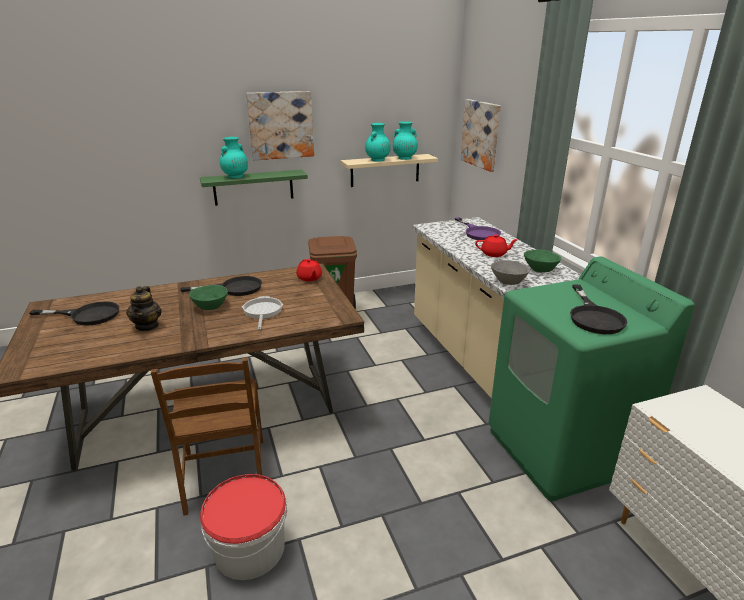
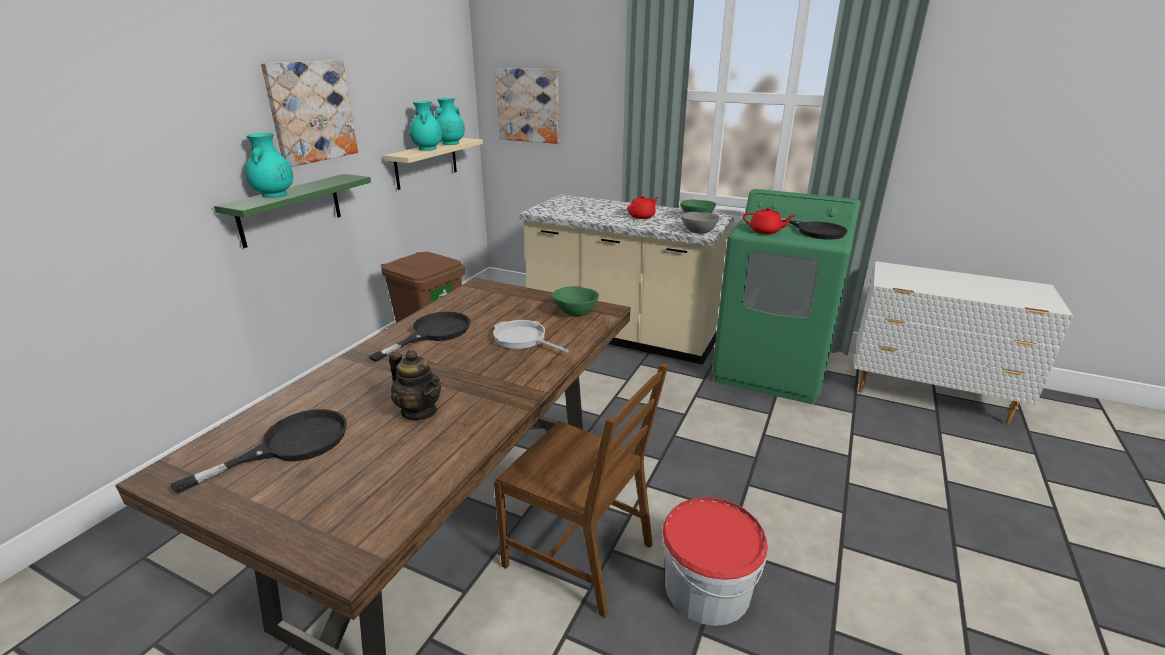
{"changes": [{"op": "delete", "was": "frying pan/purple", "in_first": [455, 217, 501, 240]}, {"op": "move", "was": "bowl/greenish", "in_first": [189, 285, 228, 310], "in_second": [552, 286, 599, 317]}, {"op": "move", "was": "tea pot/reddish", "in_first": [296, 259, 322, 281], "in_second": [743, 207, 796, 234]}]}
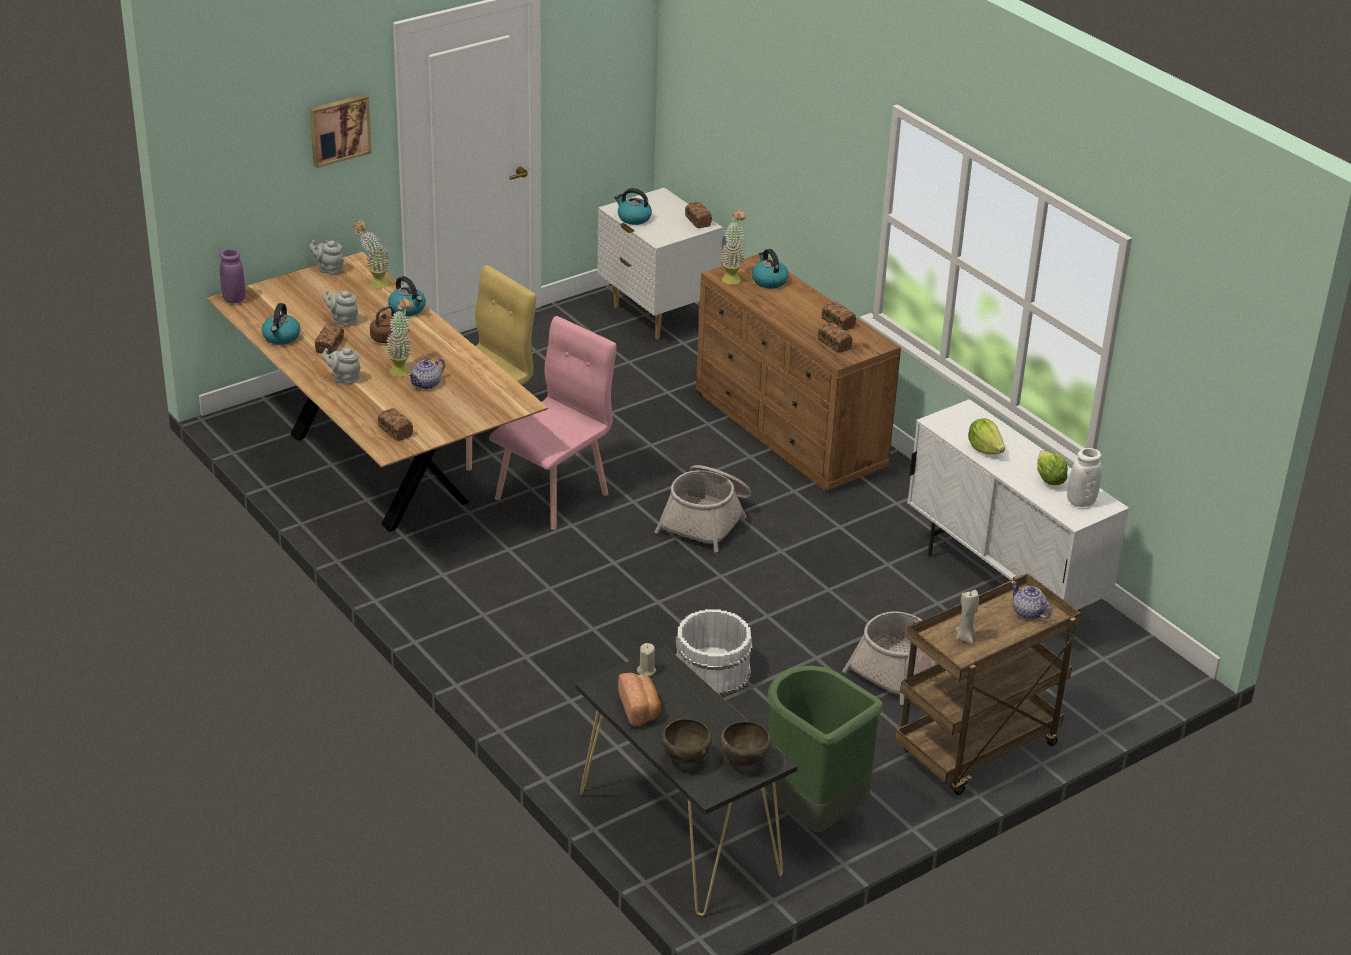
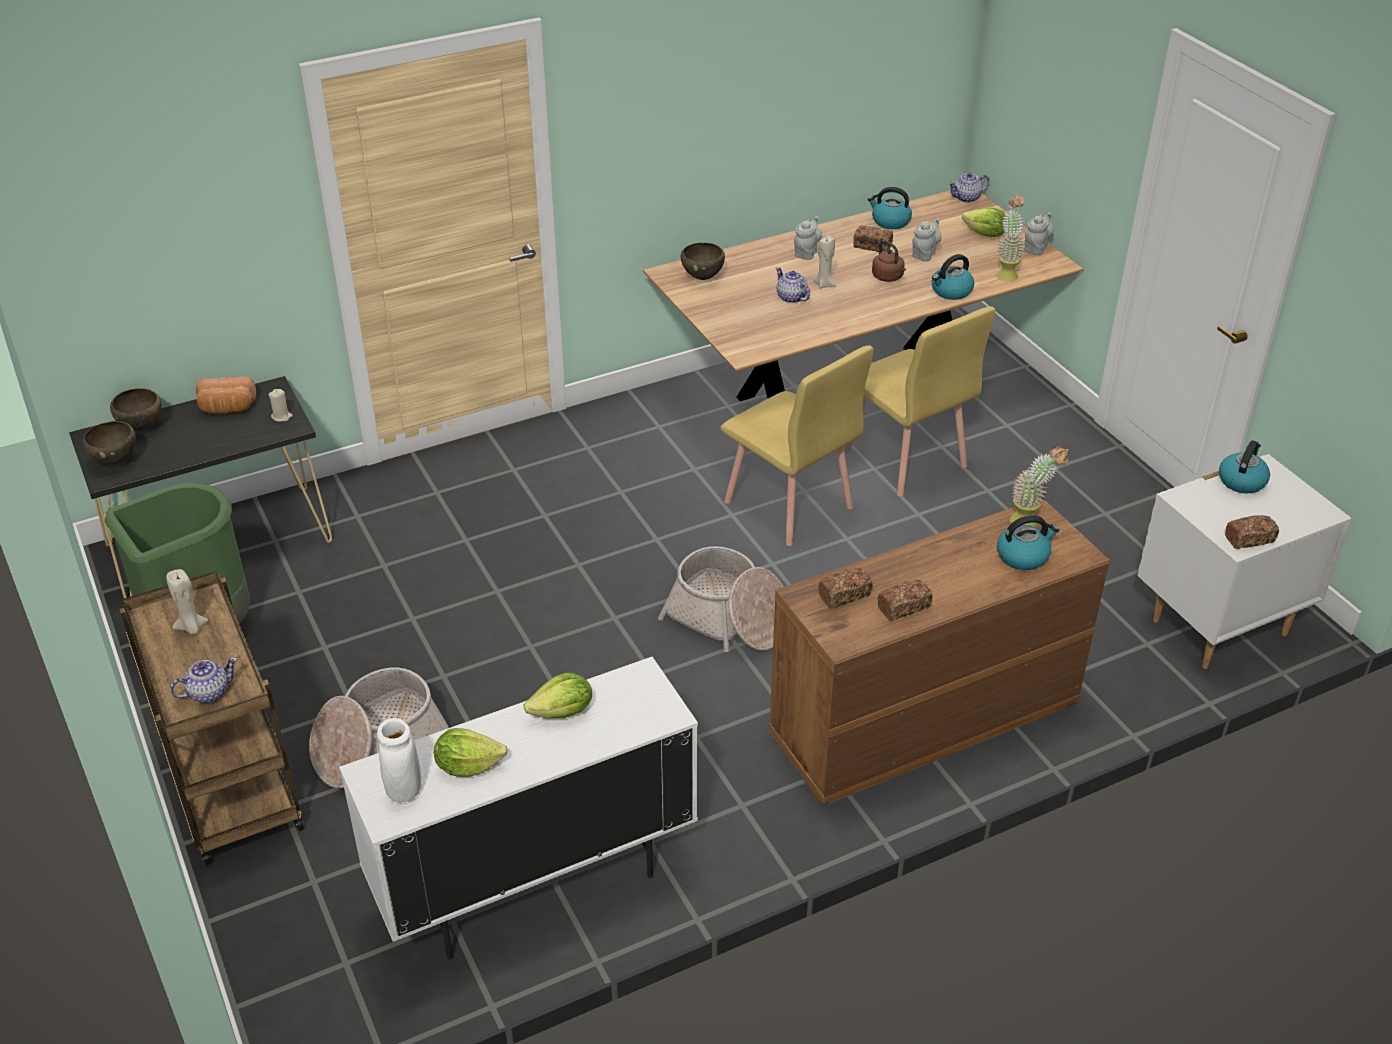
{"changes": [{"op": "delete", "was": "picture", "in_first": [310, 94, 372, 168]}, {"op": "delete", "was": "pail/white-coloured", "in_first": [675, 609, 752, 697]}, {"op": "insert", "now": "lettuce head", "in_second": [962, 207, 1006, 237]}, {"op": "replace", "was": "vase/purple", "now": "tea pot", "in_first": [220, 249, 245, 304], "in_second": [948, 173, 989, 203]}, {"op": "replace", "was": "baked bread", "now": "bowl/brown-coloured", "in_first": [378, 408, 413, 441], "in_second": [681, 242, 725, 280]}, {"op": "replace", "was": "houseplant", "now": "wax light/beige-coloured", "in_first": [385, 297, 413, 377], "in_second": [812, 235, 836, 289]}, {"op": "recolor", "was": "plain chair/pink-coloured", "now": "plain chair/yellow-coloured", "in_first": [489, 316, 616, 530], "in_second": [720, 345, 874, 546]}]}
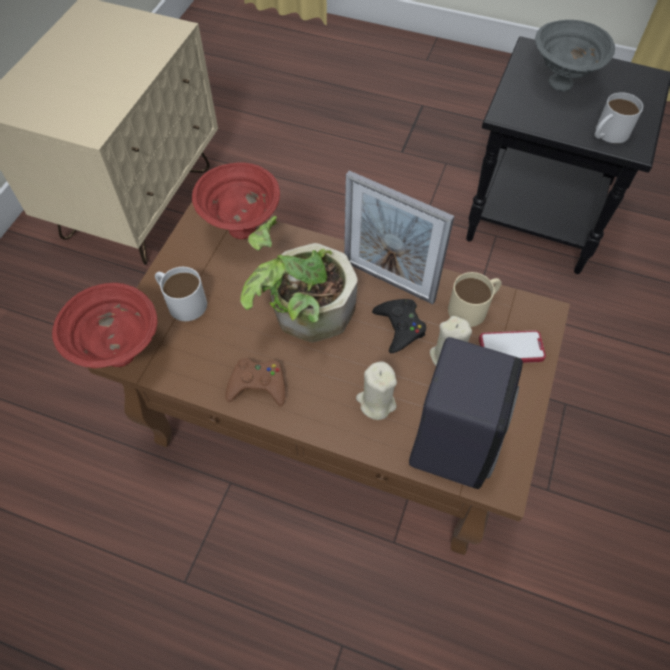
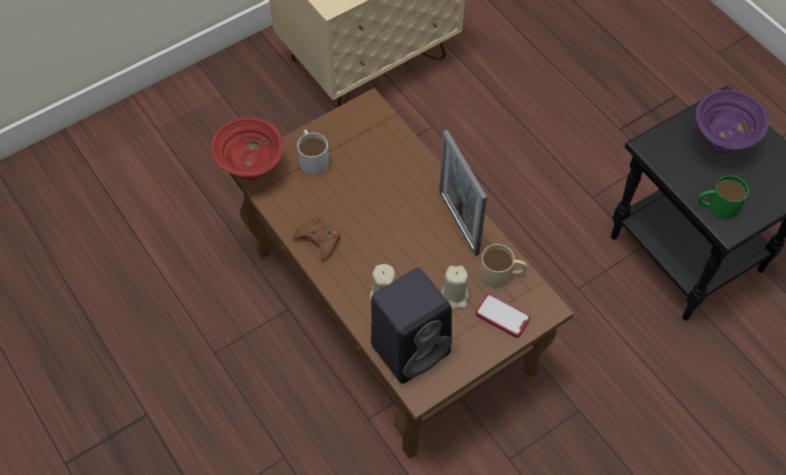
{"changes": [{"op": "delete", "was": "bowl/reddish", "in_first": [192, 163, 280, 239]}, {"op": "delete", "was": "houseplant", "in_first": [240, 216, 358, 342]}, {"op": "delete", "was": "gamepad/black-coloured", "in_first": [372, 299, 426, 353]}, {"op": "recolor", "was": "bowl/gray", "now": "bowl/purple", "in_first": [535, 20, 615, 91], "in_second": [695, 90, 769, 154]}, {"op": "recolor", "was": "tea mug/white-coloured", "now": "tea mug/greenish", "in_first": [595, 92, 643, 143], "in_second": [698, 176, 749, 220]}]}
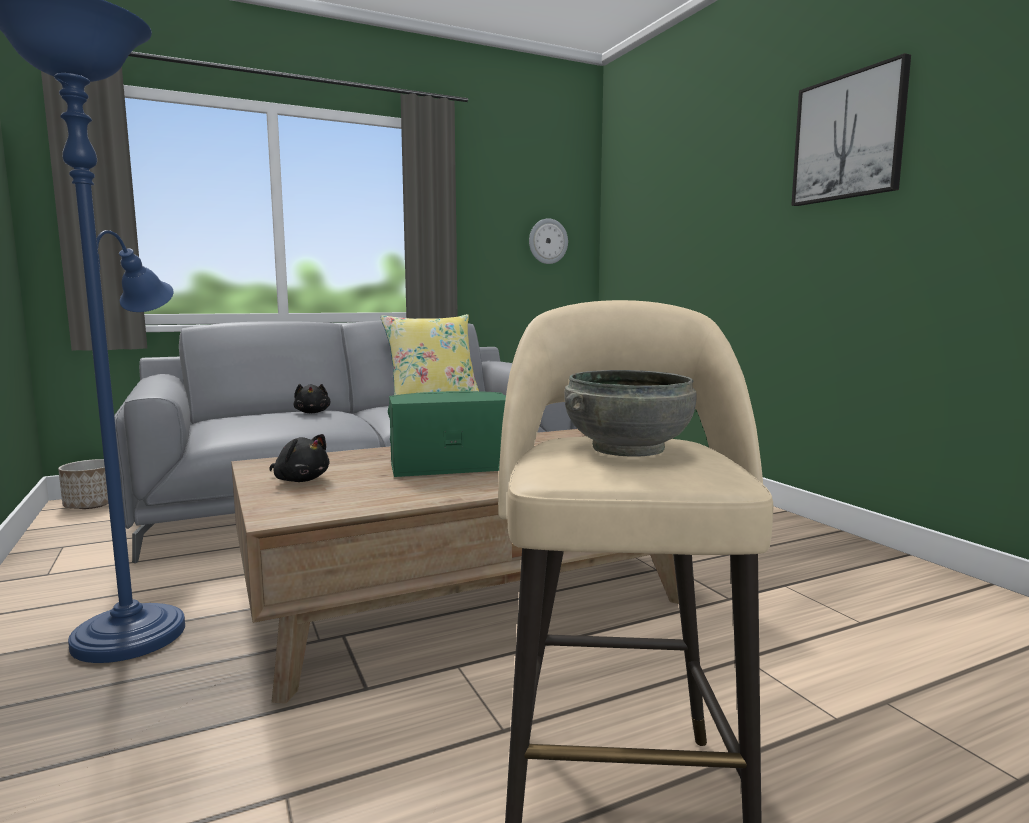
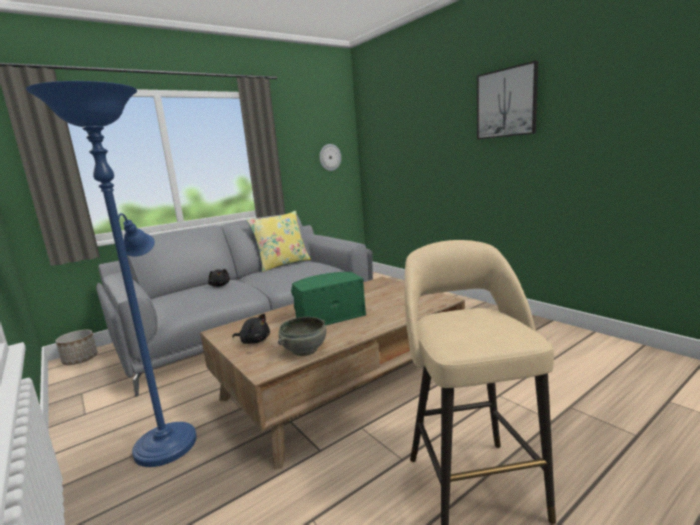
{"changes": [{"op": "move", "was": "bowl/gray", "in_first": [564, 370, 697, 457], "in_second": [278, 317, 326, 356]}]}
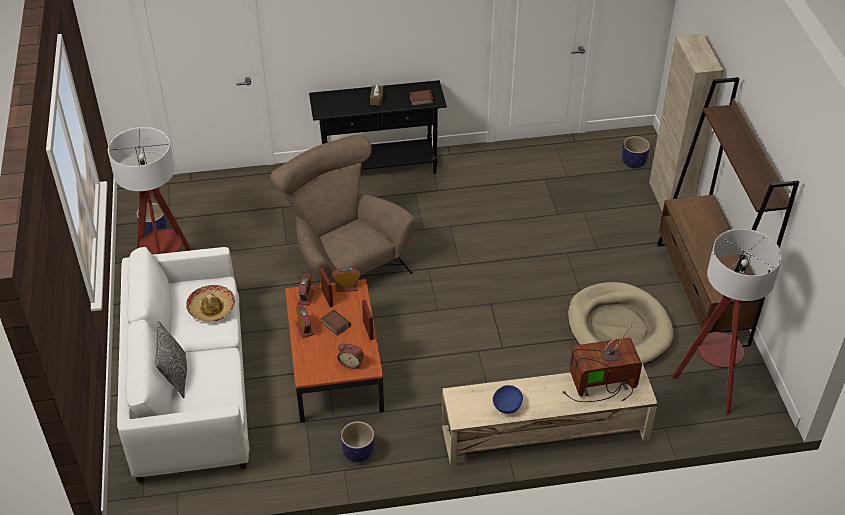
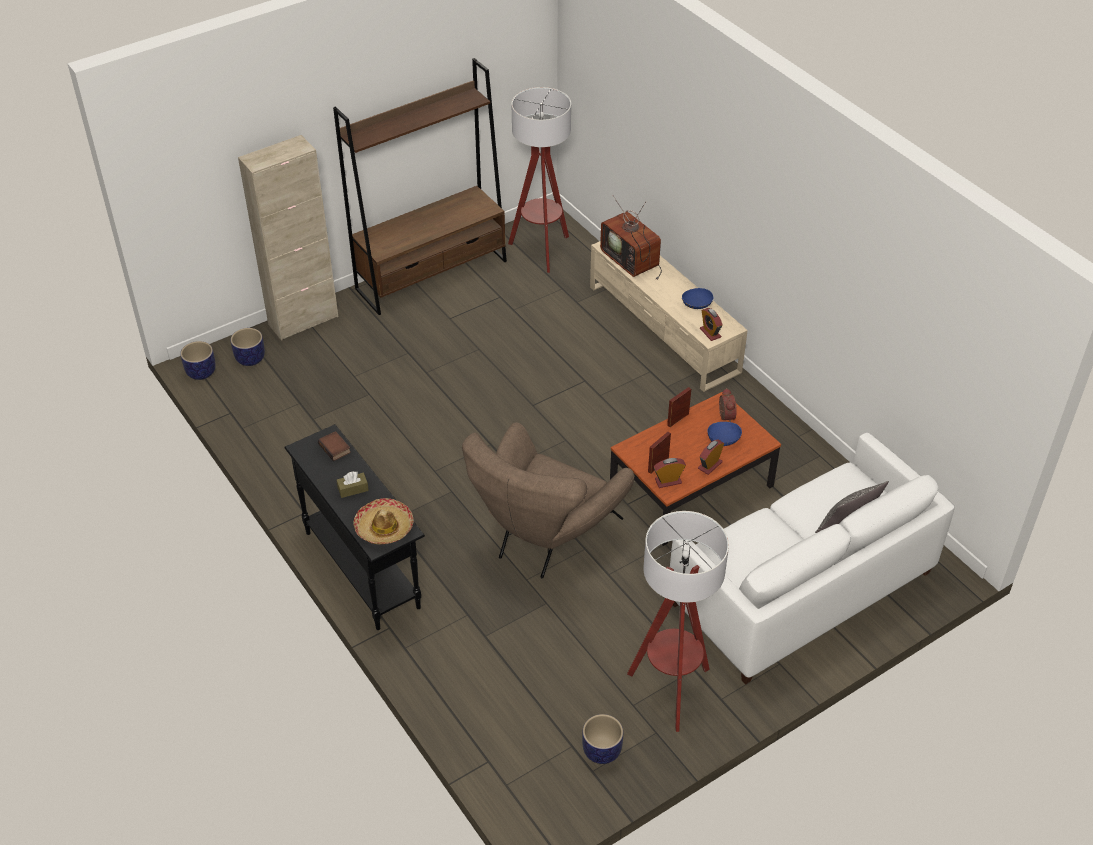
{"changes": [{"op": "delete", "was": "bound book", "in_first": [321, 309, 351, 336]}, {"op": "delete", "was": "dog cushion/beige-coloured", "in_first": [568, 282, 673, 364]}, {"op": "insert", "now": "bowl/bluish", "in_second": [707, 421, 742, 446]}, {"op": "move", "was": "clothing hat", "in_first": [186, 285, 235, 322], "in_second": [354, 498, 414, 544]}, {"op": "move", "was": "bedside clock", "in_first": [332, 267, 360, 292], "in_second": [700, 308, 723, 341]}, {"op": "move", "was": "plant pot", "in_first": [341, 421, 375, 462], "in_second": [180, 341, 216, 380]}]}
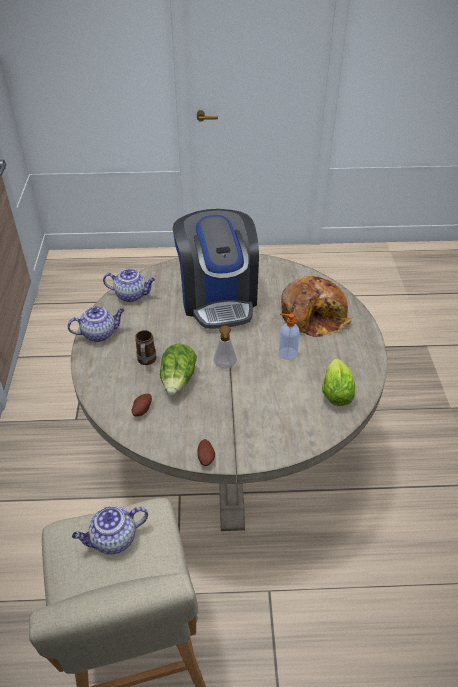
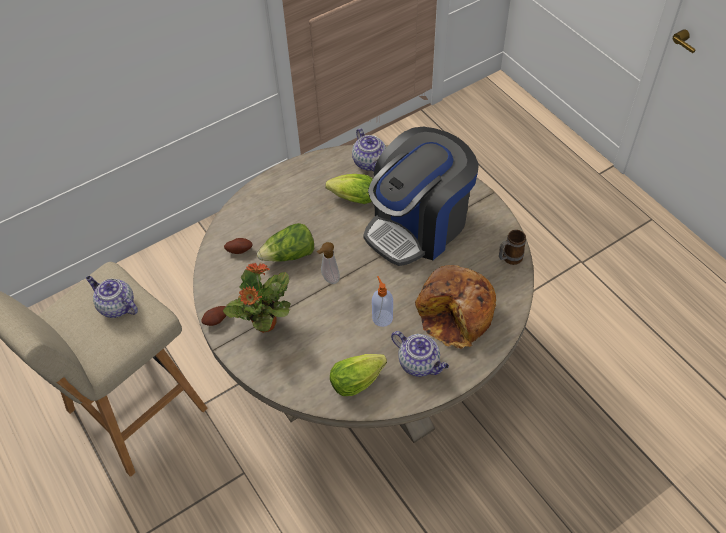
{"changes": [{"op": "insert", "now": "houseplant", "in_second": [223, 263, 291, 333]}, {"op": "insert", "now": "lettuce head", "in_second": [325, 174, 373, 204]}, {"op": "move", "was": "tea pot", "in_first": [67, 306, 124, 342], "in_second": [391, 331, 449, 377]}, {"op": "move", "was": "tea mug", "in_first": [135, 330, 156, 365], "in_second": [499, 230, 526, 265]}]}
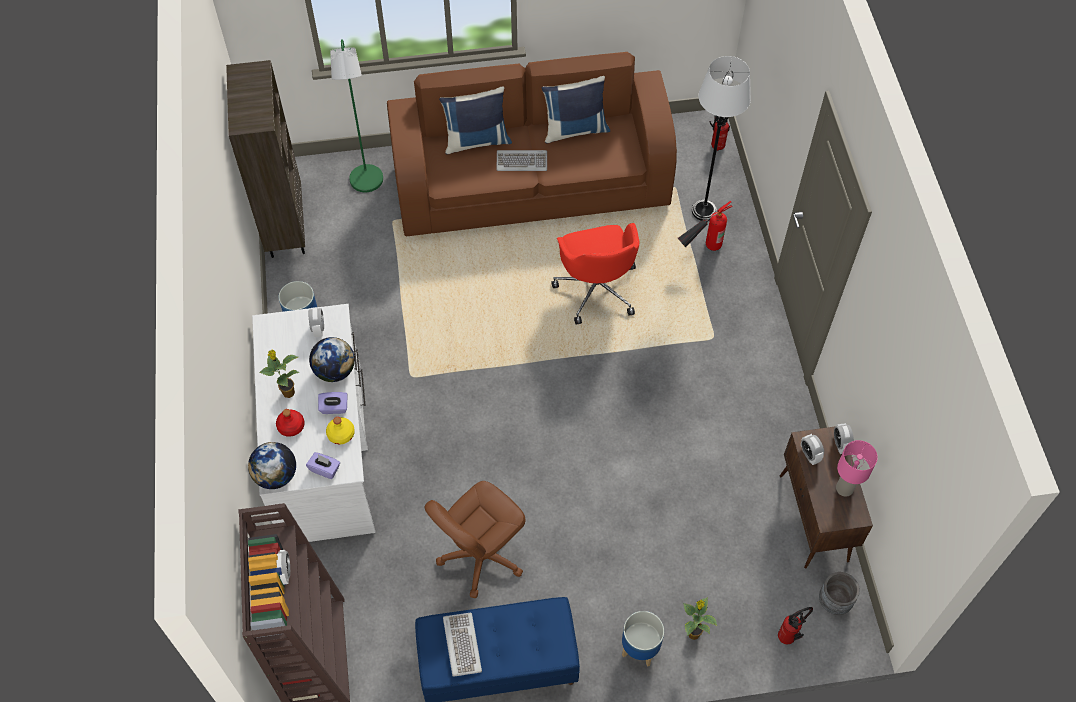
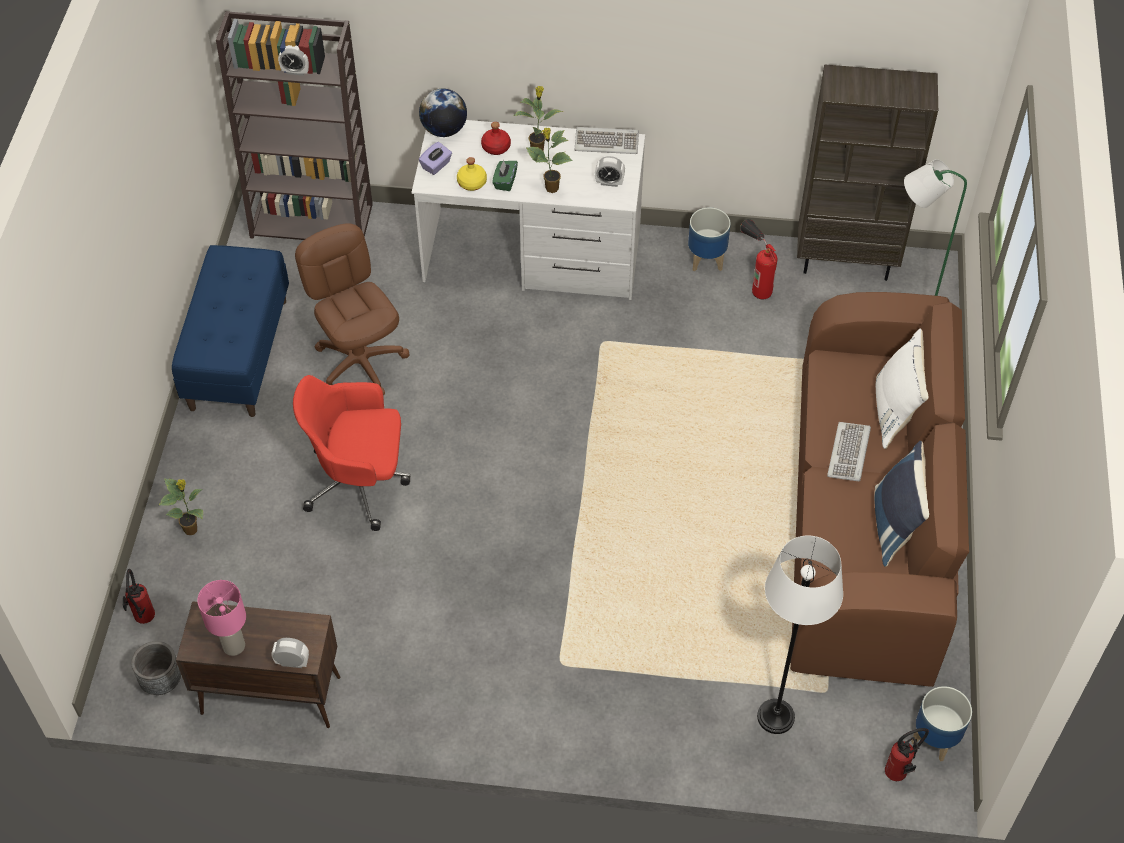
{"changes": [{"op": "delete", "was": "bedside clock", "in_first": [801, 434, 824, 465]}, {"op": "move", "was": "PC keyboard", "in_first": [443, 613, 482, 677], "in_second": [575, 127, 639, 154]}, {"op": "move", "was": "desk chair/reddish", "in_first": [551, 223, 639, 324], "in_second": [293, 375, 410, 531]}, {"op": "move", "was": "plant pot", "in_first": [622, 611, 664, 667], "in_second": [911, 686, 972, 762]}, {"op": "move", "was": "extinguisher", "in_first": [678, 201, 733, 251], "in_second": [740, 219, 777, 299]}, {"op": "replace", "was": "desk globe", "now": "houseplant", "in_first": [309, 337, 355, 382], "in_second": [526, 128, 573, 193]}, {"op": "recolor", "was": "tissue holder/purple", "now": "tissue holder/greenish", "in_first": [318, 392, 348, 414], "in_second": [492, 160, 518, 191]}, {"op": "recolor", "was": "throw pillow/bluish", "now": "throw pillow/white-coloured", "in_first": [439, 86, 512, 155], "in_second": [876, 329, 928, 449]}]}
